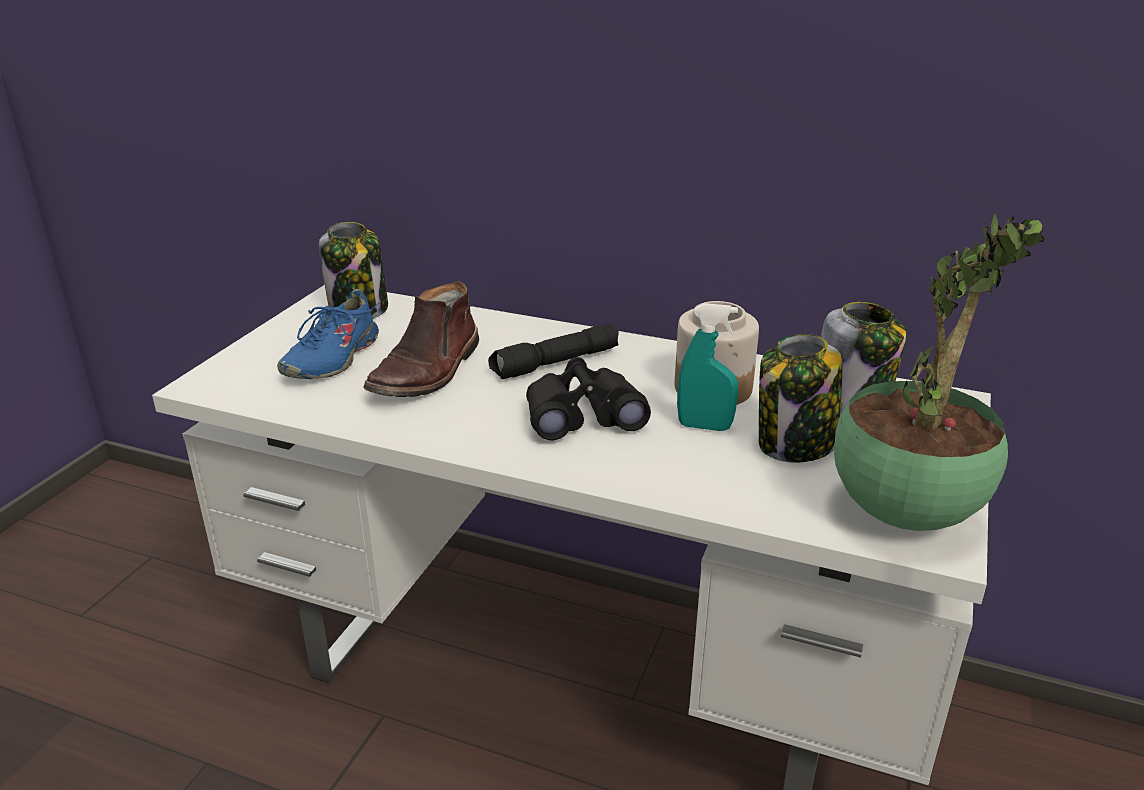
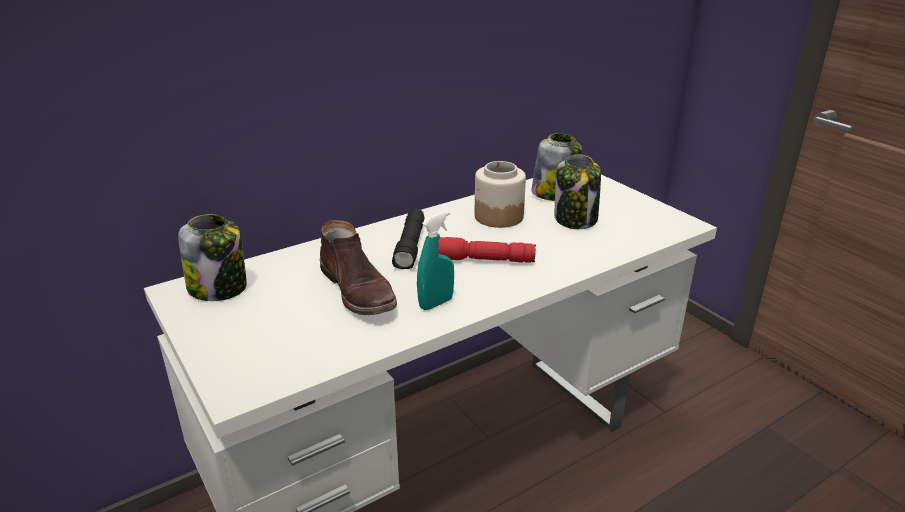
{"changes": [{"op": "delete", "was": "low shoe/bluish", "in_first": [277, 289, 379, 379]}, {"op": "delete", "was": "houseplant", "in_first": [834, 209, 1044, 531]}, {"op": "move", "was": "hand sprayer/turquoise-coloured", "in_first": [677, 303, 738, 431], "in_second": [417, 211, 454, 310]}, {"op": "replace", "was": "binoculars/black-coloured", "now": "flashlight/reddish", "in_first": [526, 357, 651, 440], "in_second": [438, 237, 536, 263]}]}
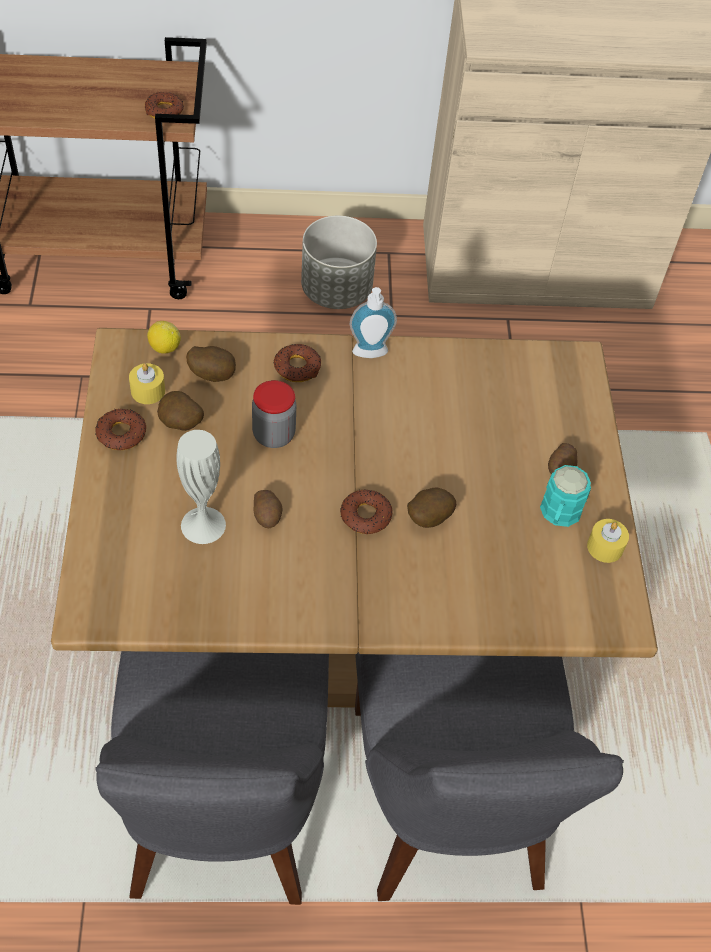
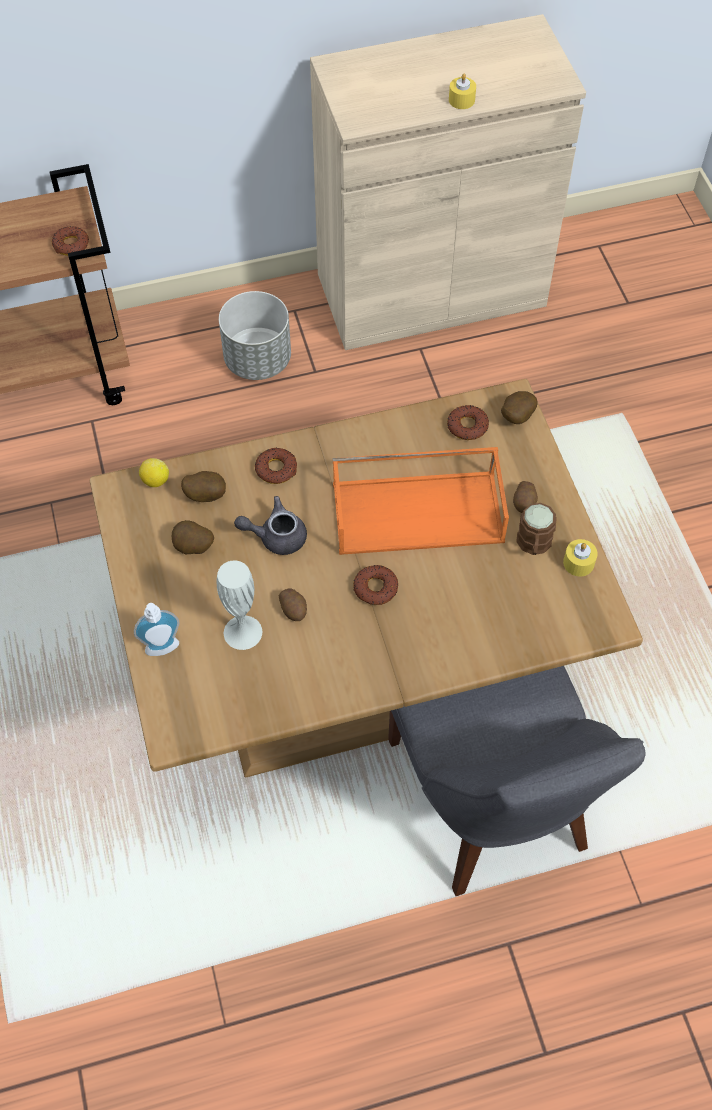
{"changes": [{"op": "delete", "was": "plain chair/gray", "in_first": [95, 651, 329, 905]}, {"op": "insert", "now": "tray/orangey", "in_second": [332, 447, 509, 555]}, {"op": "move", "was": "donut", "in_first": [95, 408, 146, 450], "in_second": [447, 405, 489, 440]}, {"op": "move", "was": "wax light/yellow-coloured", "in_first": [129, 363, 165, 404], "in_second": [449, 74, 476, 109]}, {"op": "move", "was": "soap bottle", "in_first": [350, 287, 397, 358], "in_second": [134, 603, 179, 656]}, {"op": "move", "was": "potato", "in_first": [407, 487, 456, 528], "in_second": [501, 391, 538, 424]}, {"op": "replace", "was": "storage jar", "now": "tea pot/gray", "in_first": [252, 380, 296, 448], "in_second": [234, 496, 307, 555]}, {"op": "recolor", "was": "tea mug/turquoise-coloured", "now": "tea mug/brown-coloured", "in_first": [540, 465, 591, 527], "in_second": [516, 503, 557, 555]}]}
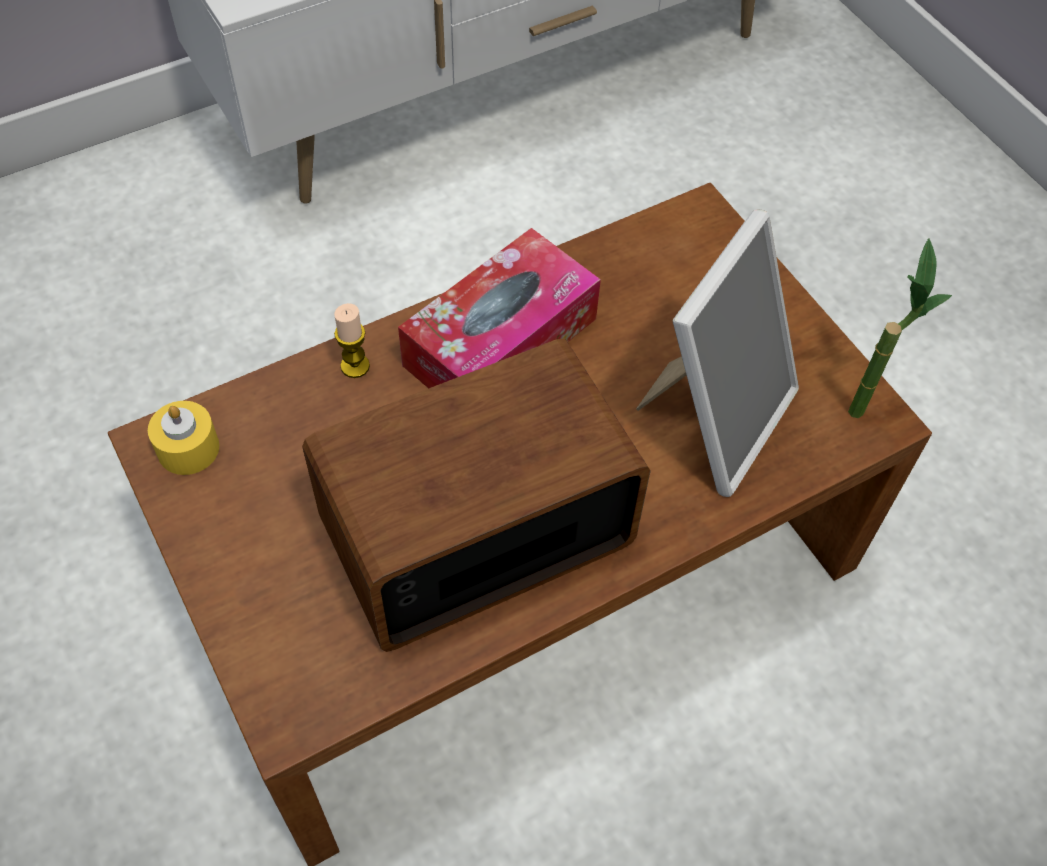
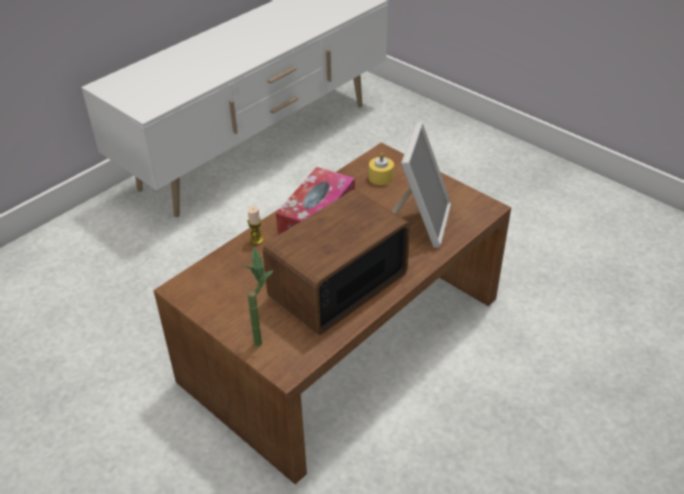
{"changes": [{"op": "move", "was": "wax light/yellow-coloured", "in_first": [148, 401, 219, 475], "in_second": [369, 153, 394, 185]}, {"op": "move", "was": "houseplant", "in_first": [848, 238, 952, 418], "in_second": [242, 246, 274, 347]}]}
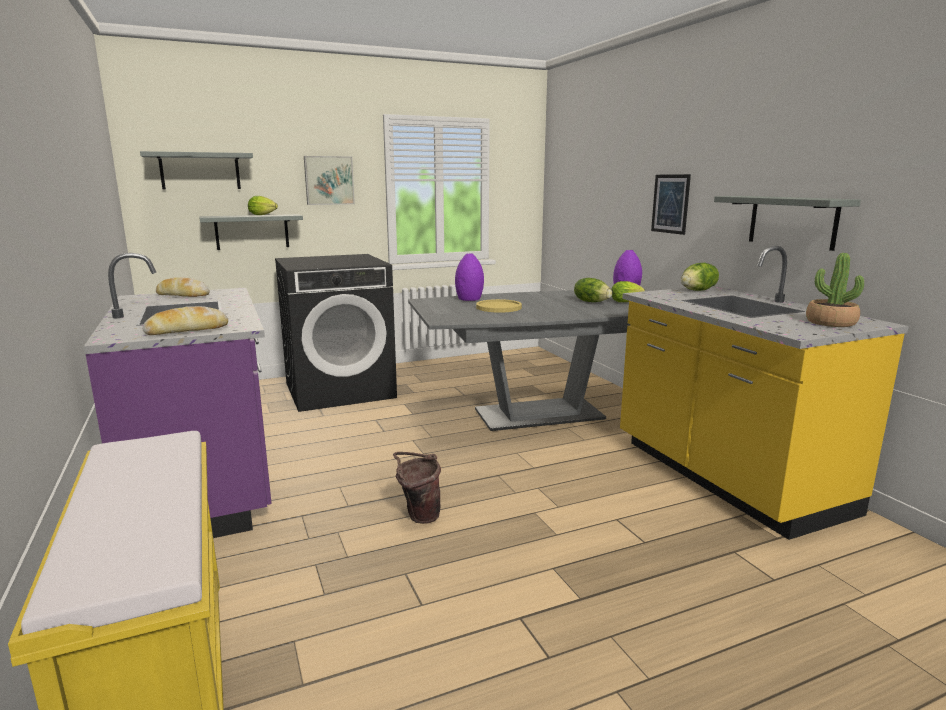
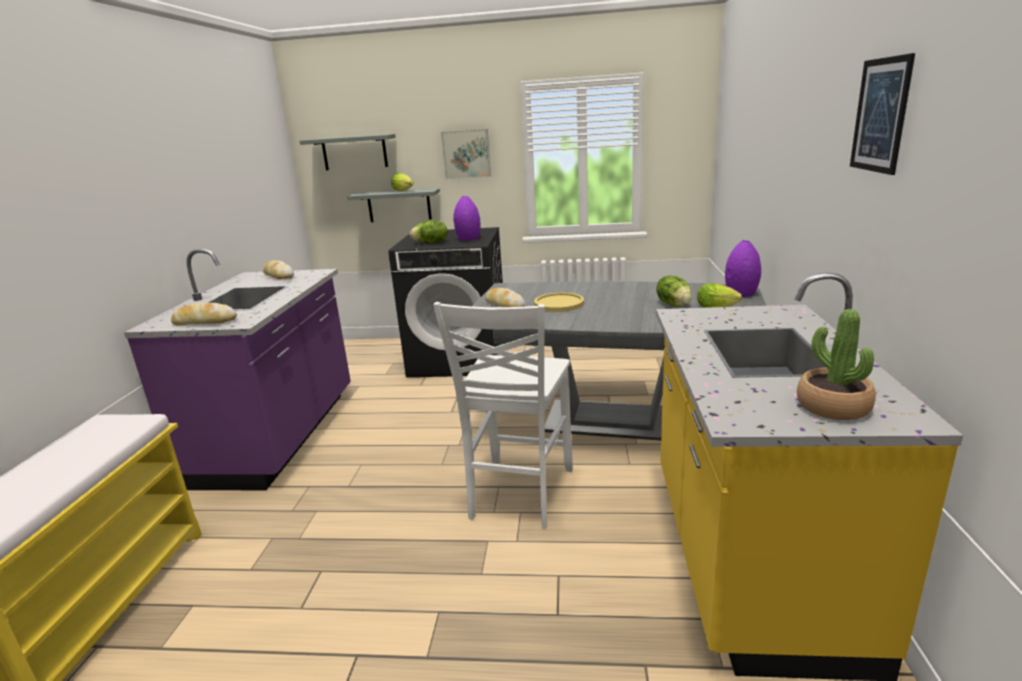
{"changes": [{"op": "delete", "was": "pail/brown-coloured", "in_first": [393, 452, 441, 524]}, {"op": "delete", "was": "shelf/gray", "in_first": [714, 196, 861, 251]}, {"op": "insert", "now": "plain chair/white-coloured", "in_second": [433, 302, 573, 529]}, {"op": "insert", "now": "baked bread", "in_second": [485, 288, 525, 307]}, {"op": "move", "was": "vase/purple", "in_first": [455, 253, 484, 301], "in_second": [453, 196, 481, 241]}, {"op": "move", "was": "picture", "in_first": [651, 174, 691, 235], "in_second": [850, 53, 915, 175]}, {"op": "move", "was": "lettuce head", "in_first": [681, 263, 719, 291], "in_second": [409, 221, 448, 243]}]}
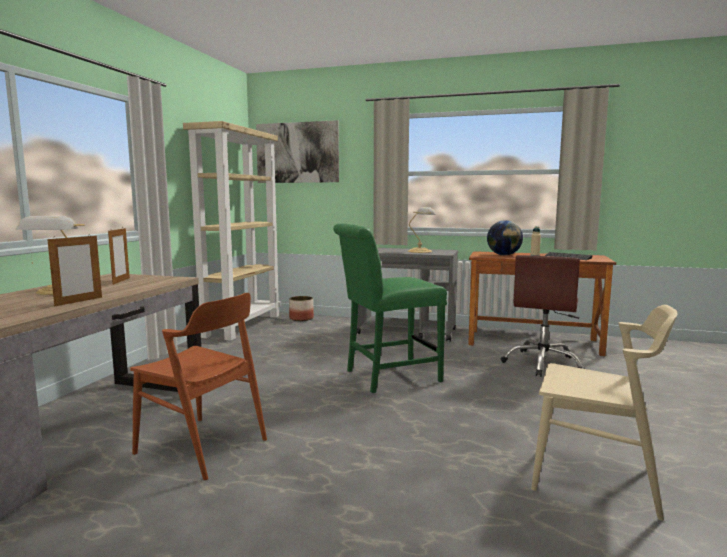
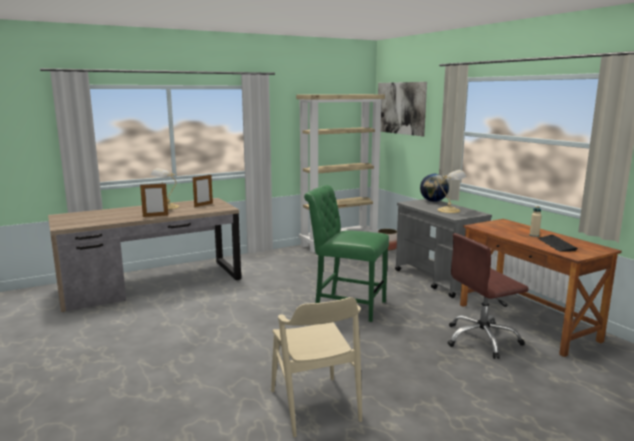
{"changes": [{"op": "delete", "was": "plain chair/brown-coloured", "in_first": [130, 293, 267, 480]}, {"op": "move", "was": "desk globe", "in_first": [487, 220, 523, 255], "in_second": [420, 174, 449, 202]}]}
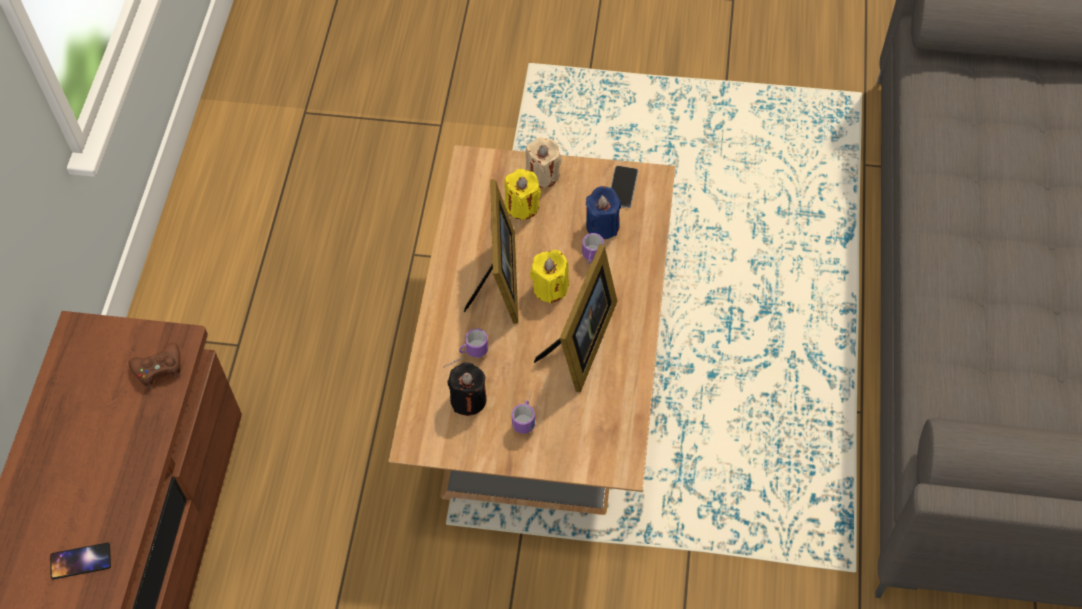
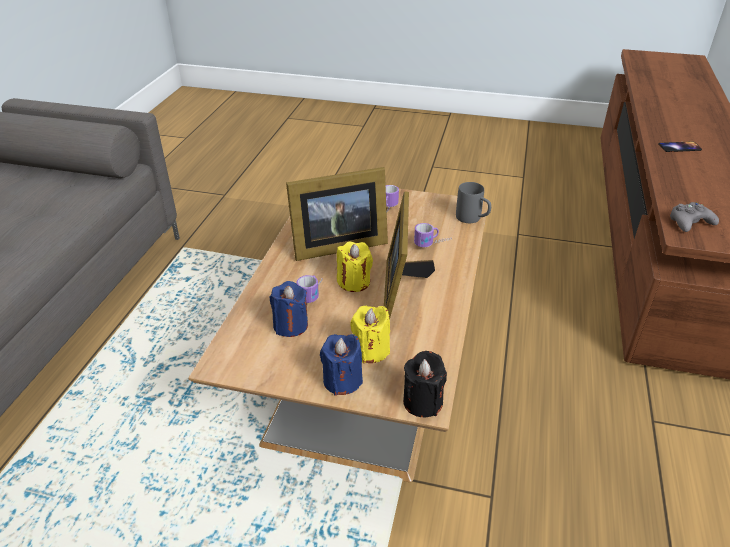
{"changes": [{"op": "delete", "was": "telephone", "in_first": [610, 166, 638, 208]}, {"op": "insert", "now": "tea mug/gray", "in_second": [456, 182, 491, 223]}, {"op": "move", "was": "wax light/black-coloured", "in_first": [447, 362, 487, 416], "in_second": [403, 351, 447, 417]}, {"op": "recolor", "was": "gamepad/brown-coloured", "now": "gamepad/gray", "in_first": [128, 343, 180, 388], "in_second": [670, 202, 719, 232]}, {"op": "recolor", "was": "wax light/beige-coloured", "now": "wax light/bluish", "in_first": [525, 137, 562, 188], "in_second": [320, 334, 363, 396]}, {"op": "rotate", "was": "picture frame", "in_first": [534, 244, 618, 392], "in_second": [286, 167, 388, 261], "clockwise": -135}]}
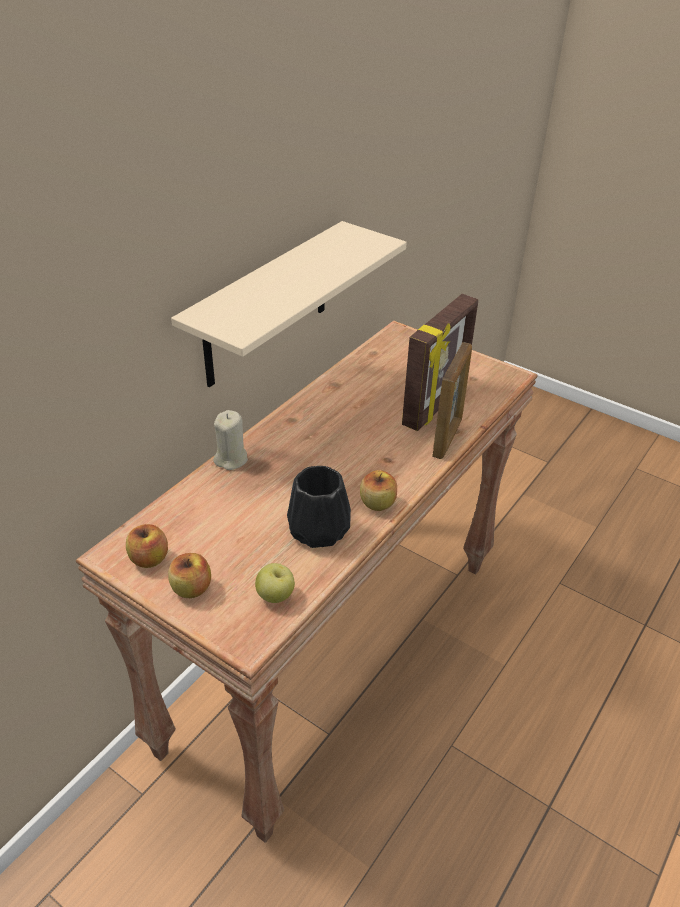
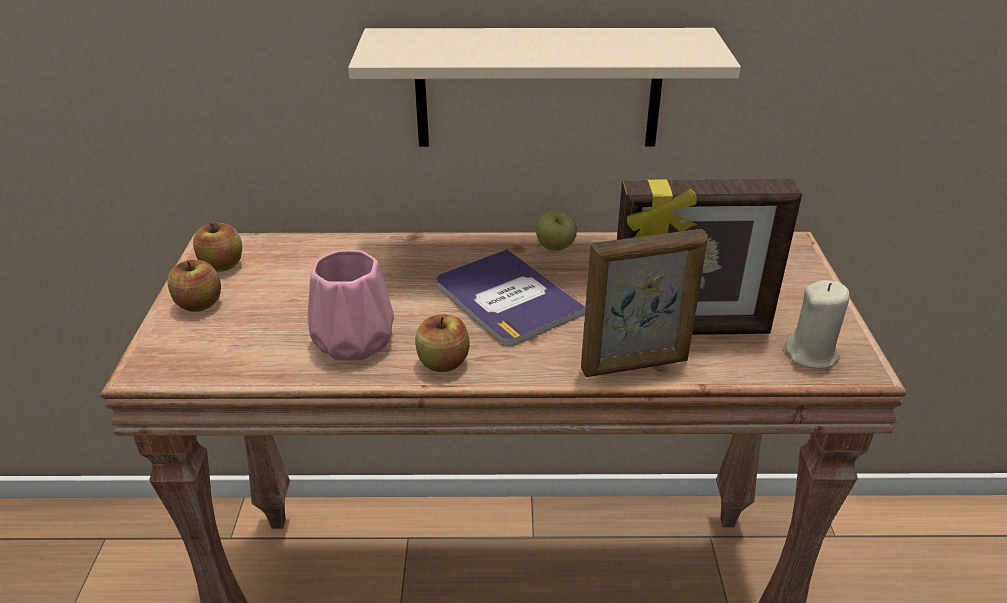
{"changes": [{"op": "insert", "now": "bound book", "in_second": [437, 249, 586, 346]}, {"op": "move", "was": "wax light/beige-coloured", "in_first": [213, 410, 248, 470], "in_second": [785, 280, 850, 369]}, {"op": "move", "was": "whole apple", "in_first": [255, 563, 295, 603], "in_second": [536, 211, 577, 251]}, {"op": "recolor", "was": "vase/black-coloured", "now": "vase/pink-coloured", "in_first": [287, 466, 351, 548], "in_second": [308, 250, 394, 360]}]}
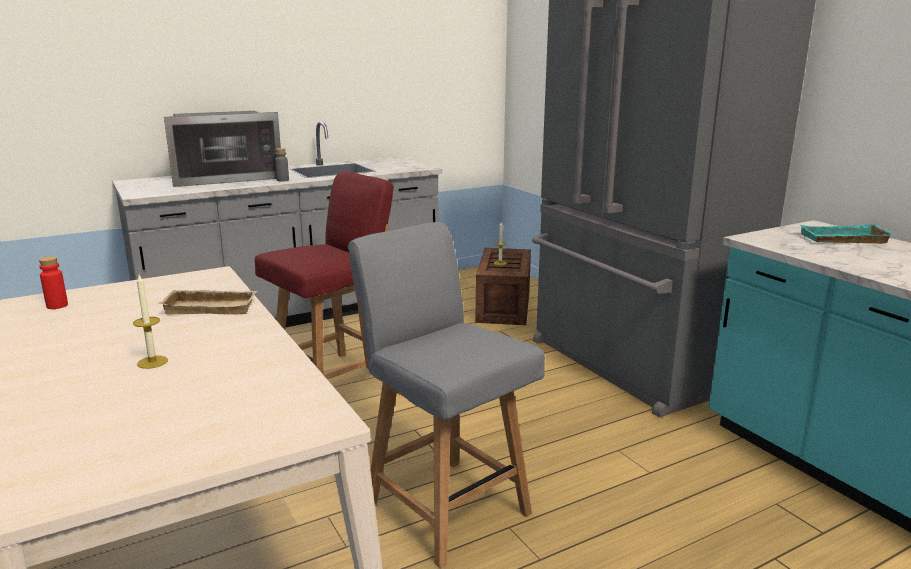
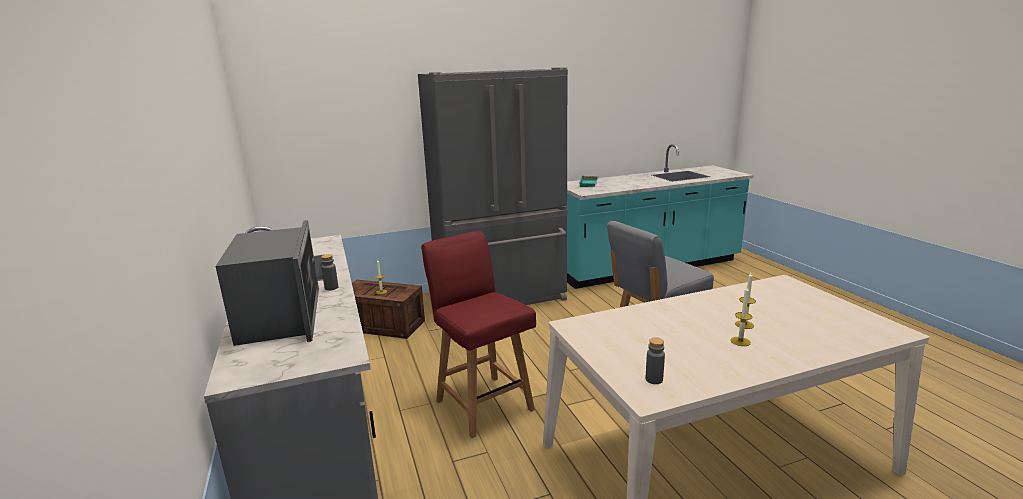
{"changes": [{"op": "delete", "was": "tray/beige-coloured", "in_first": [158, 290, 257, 315]}, {"op": "insert", "now": "wax light", "in_second": [730, 285, 753, 346]}, {"op": "recolor", "was": "bottle/reddish", "now": "bottle/gray", "in_first": [39, 256, 68, 309], "in_second": [646, 337, 665, 384]}]}
